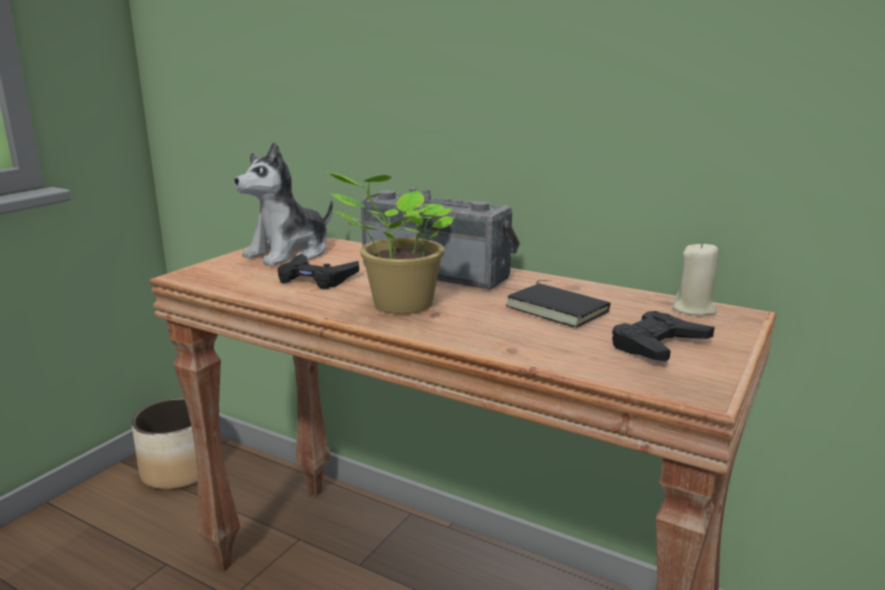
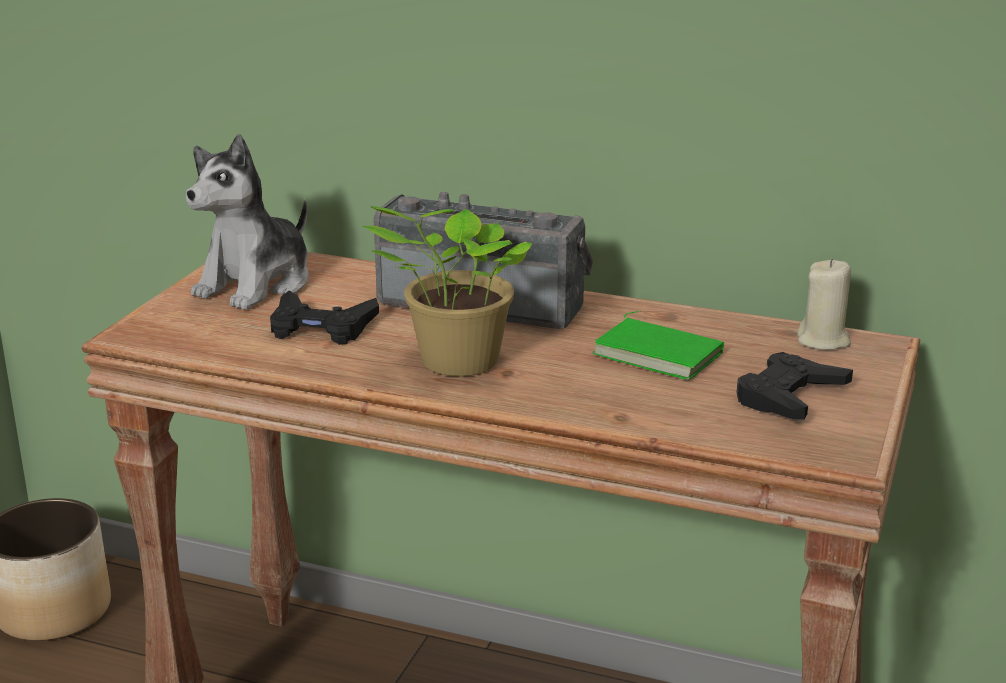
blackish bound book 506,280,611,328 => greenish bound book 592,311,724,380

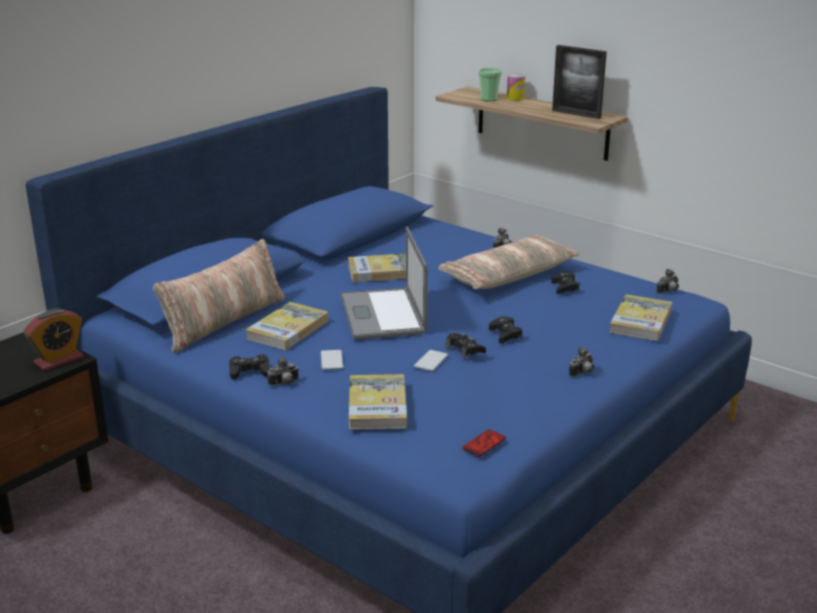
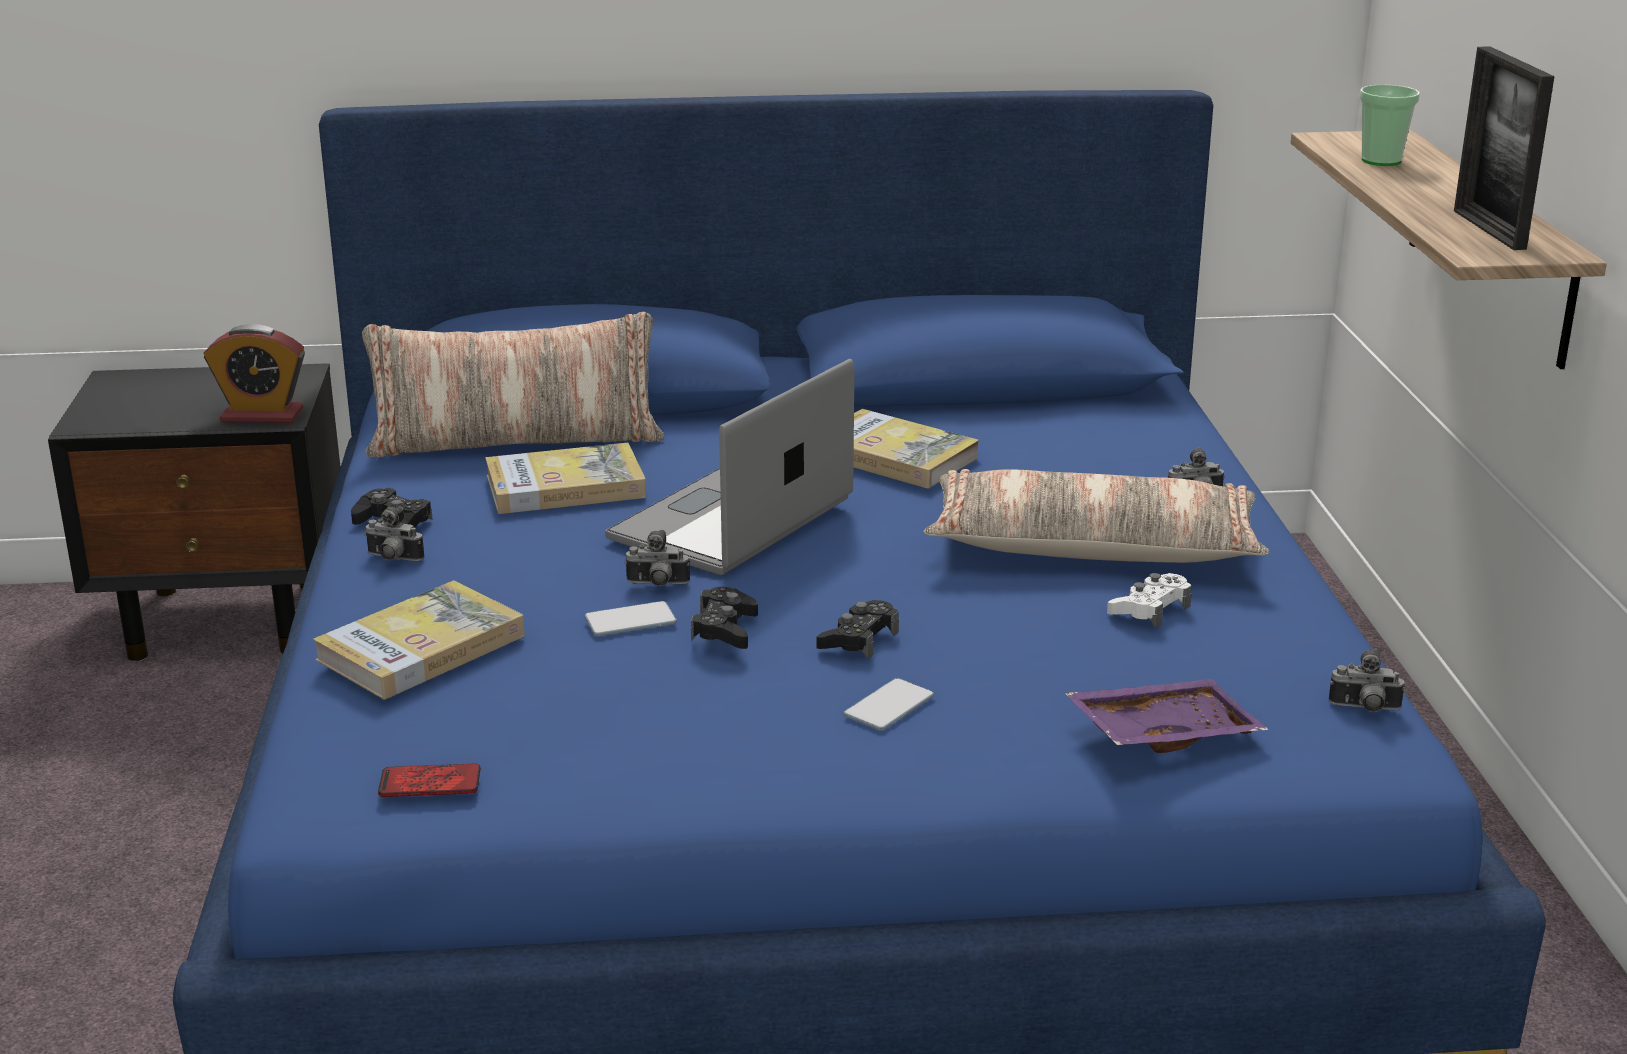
photo camera 569,347,594,377 => photo camera 624,530,690,586, relocated
handset 320,350,344,370 => handset 844,678,934,731, relocated
bound book 609,294,672,341 => purple carrying tray 1065,679,1268,753
blackish joypad 551,272,579,294 => white-coloured joypad 1107,573,1192,628
can 507,74,525,101 => nothing

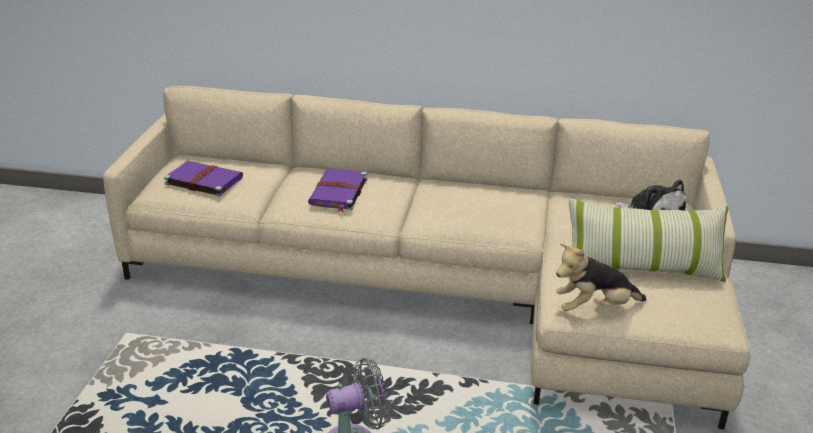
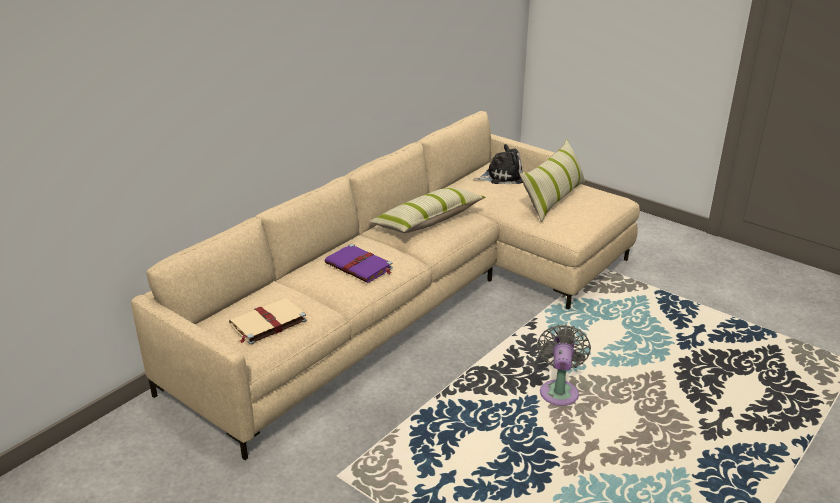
purple bound book 164,161,243,197 => beige-coloured bound book 229,297,307,345
nothing => pillow 369,187,485,233
soft toy 556,243,647,311 => nothing

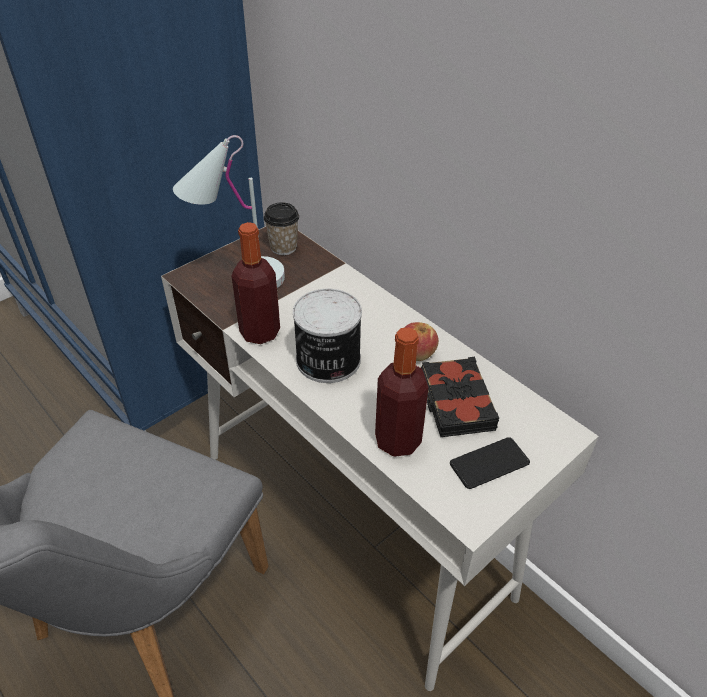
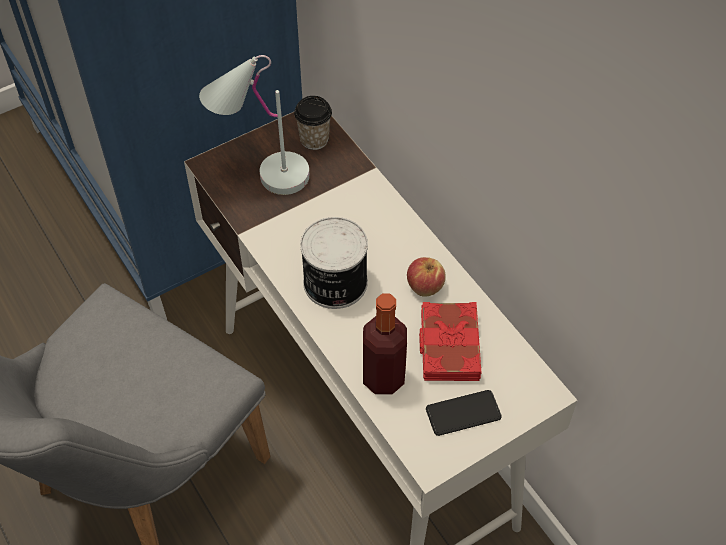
blackish bound book 421,356,499,437 => red-coloured bound book 419,302,481,381
bottle 231,222,280,344 => nothing

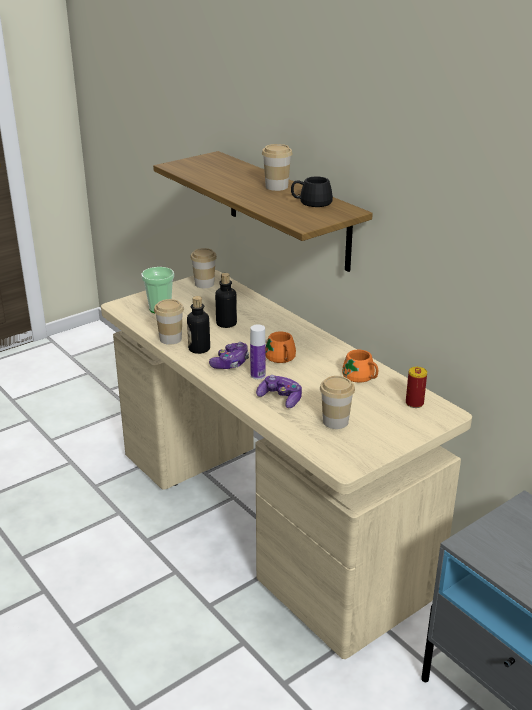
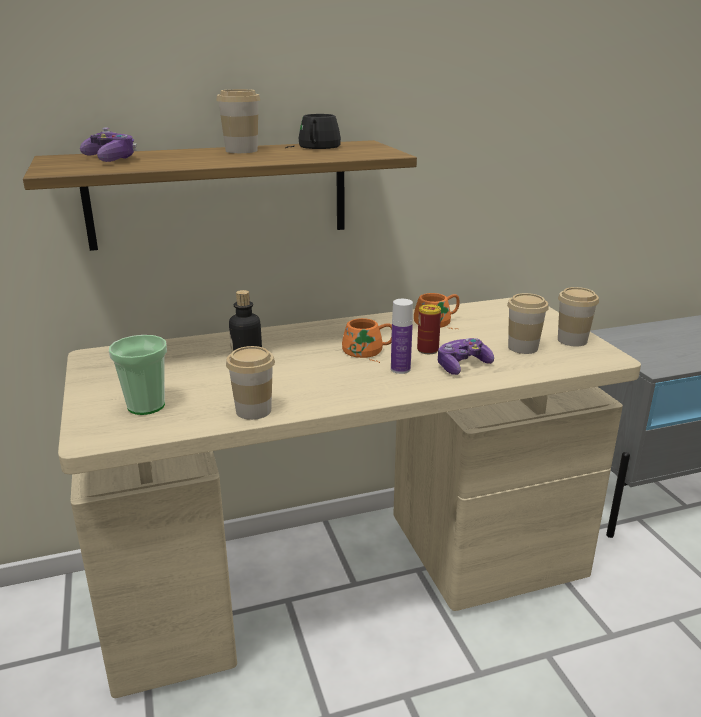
joypad 209,342,249,369 => joypad 80,127,137,162, relocated
can 406,367,427,408 => can 417,304,441,354, relocated
drinking cup 190,248,217,288 => drinking cup 558,287,599,346, relocated
bottle 187,296,210,354 => nothing

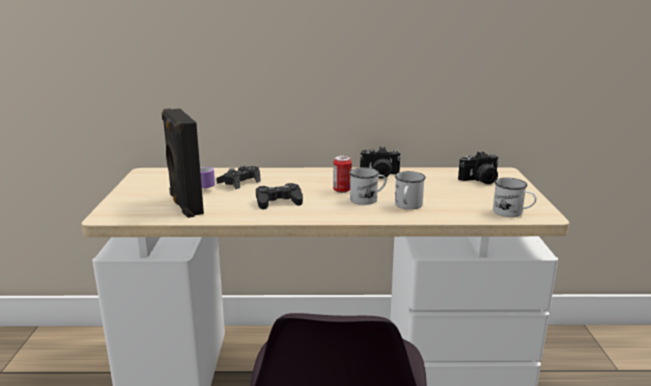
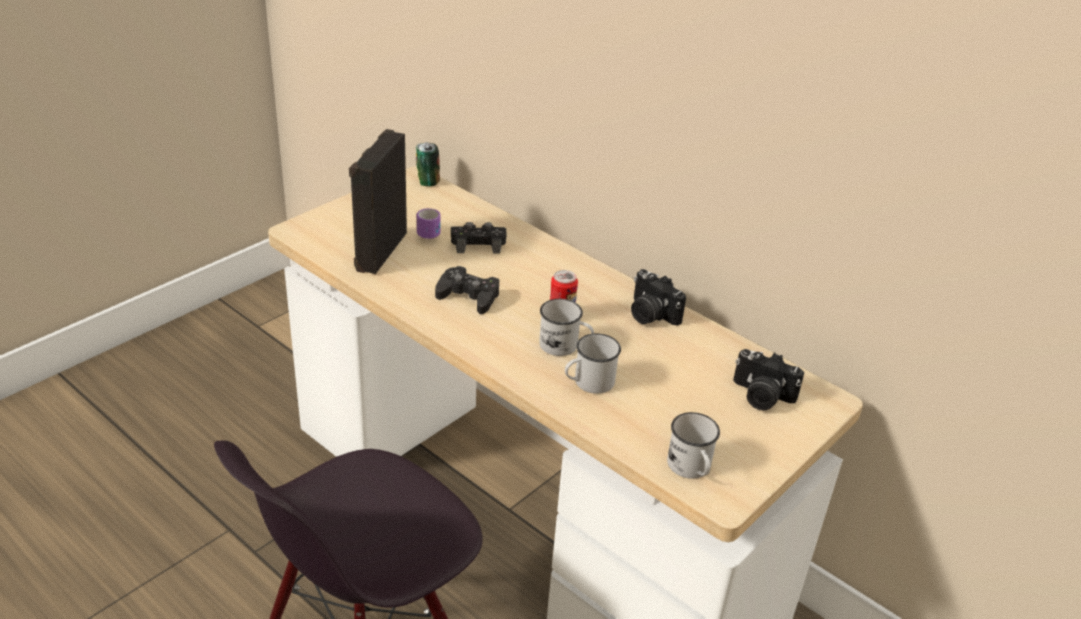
nothing => can 416,142,440,186

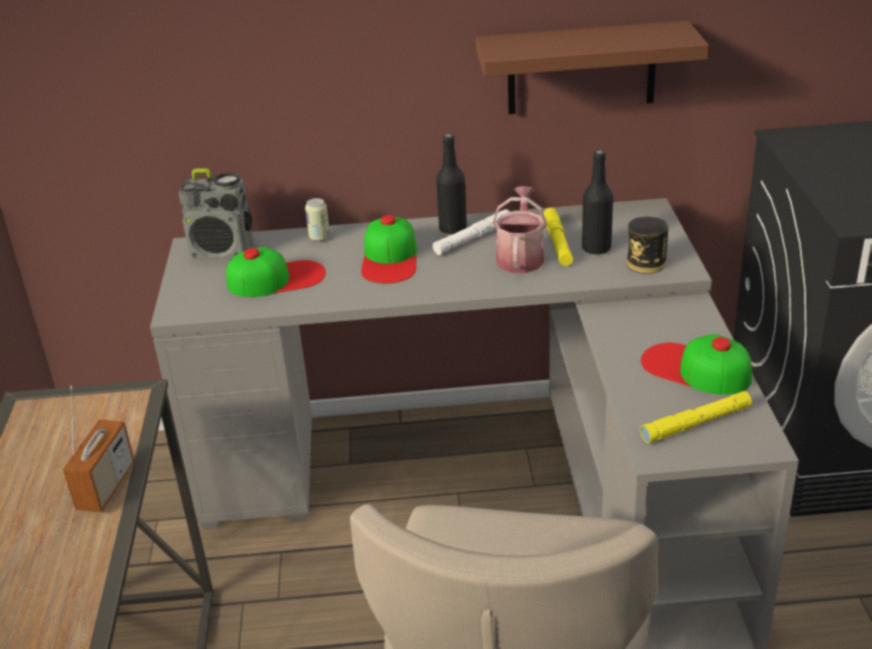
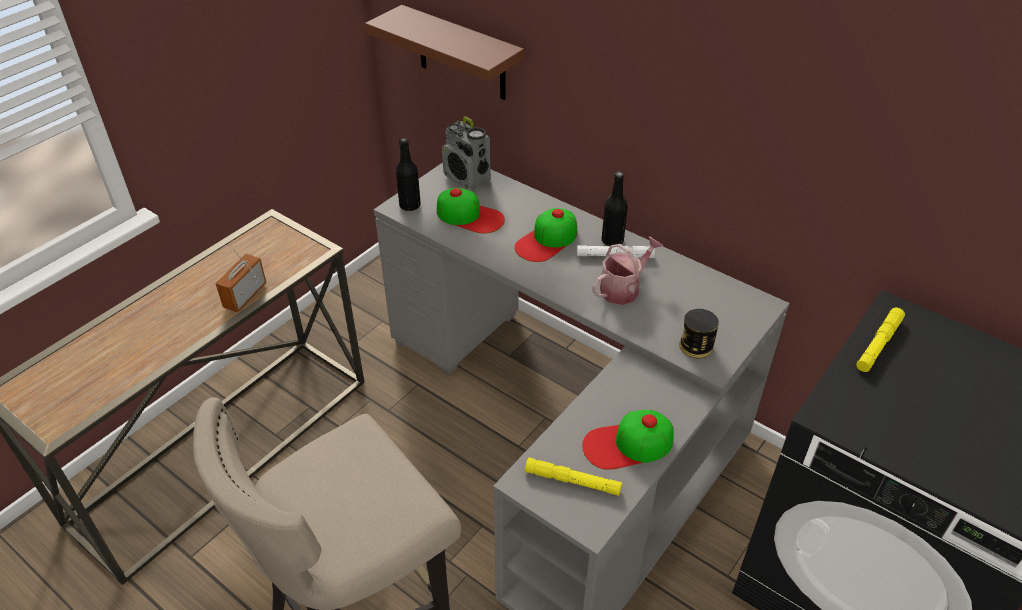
radio set 63,386,135,512 => radio set 215,249,266,312, 150 degrees clockwise
brown-coloured shelf 476,20,709,114 => brown-coloured shelf 365,5,524,100, relocated
blackish bottle 582,150,613,254 => blackish bottle 396,138,421,211, relocated
peaked cap 641,334,752,395 => peaked cap 582,410,674,470, 90 degrees counterclockwise
yellow torch 543,208,573,266 => yellow torch 856,307,905,372, relocated
can 305,198,330,242 => nothing

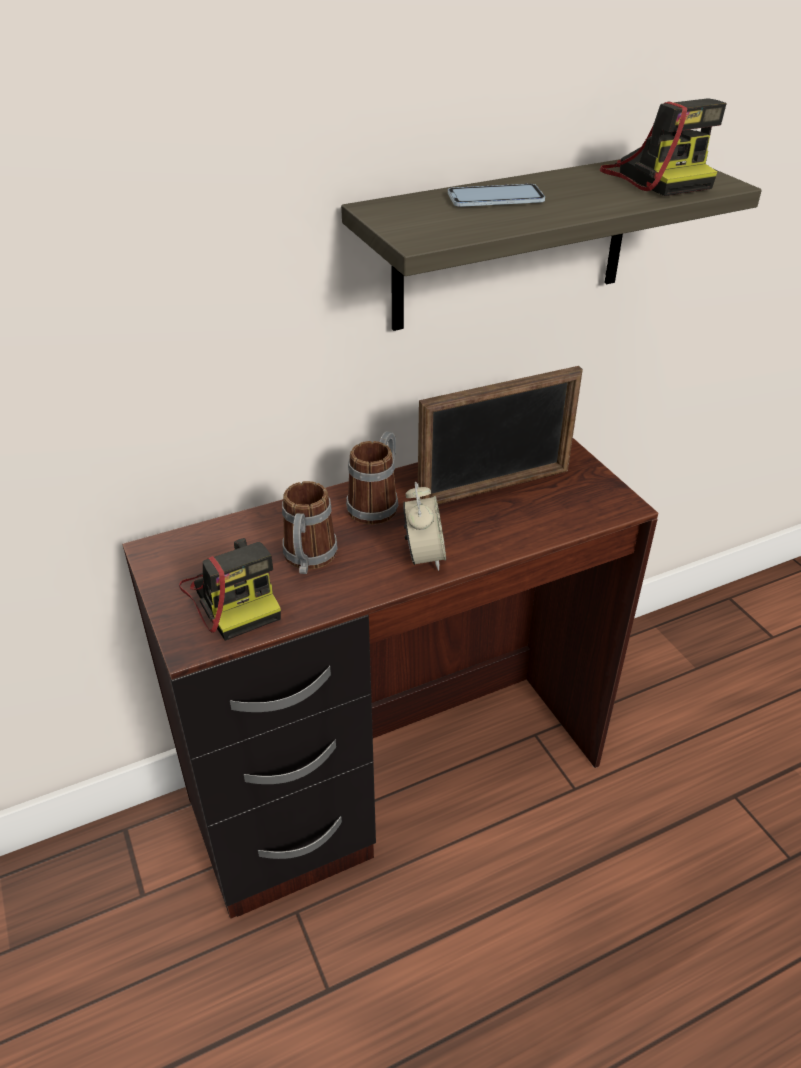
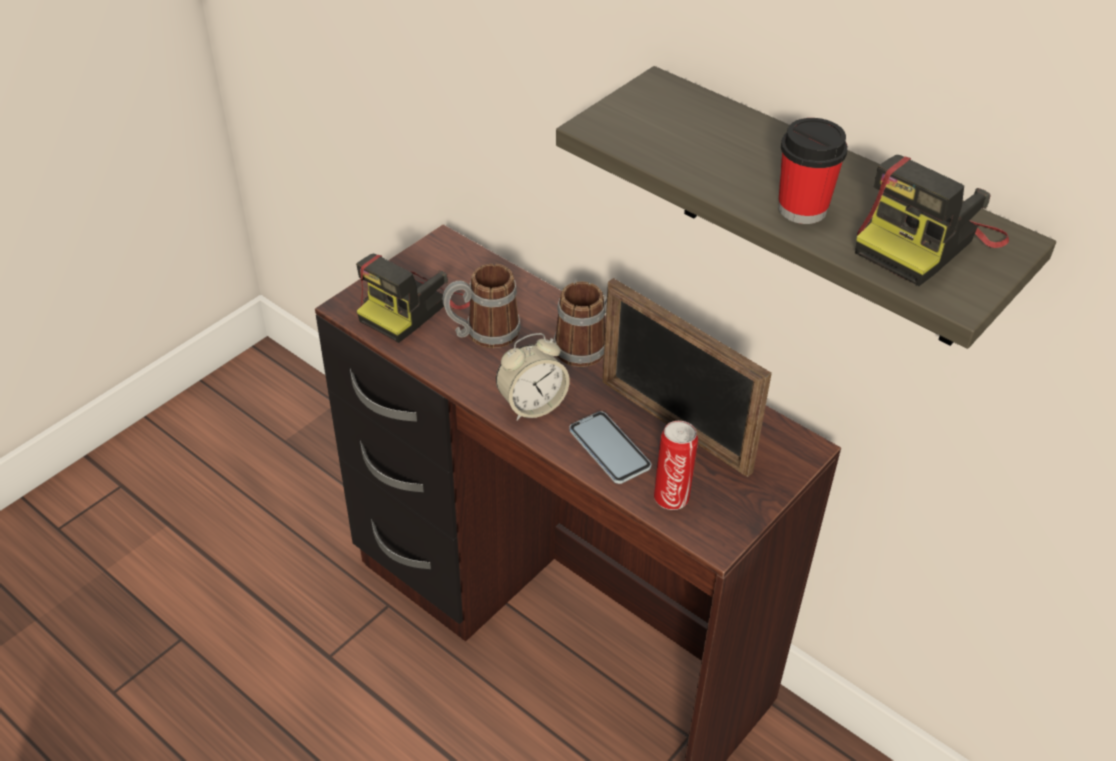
handset 448,184,545,207 => handset 569,411,651,484, relocated
nothing => can 654,421,698,510
nothing => drinking cup 778,118,848,224

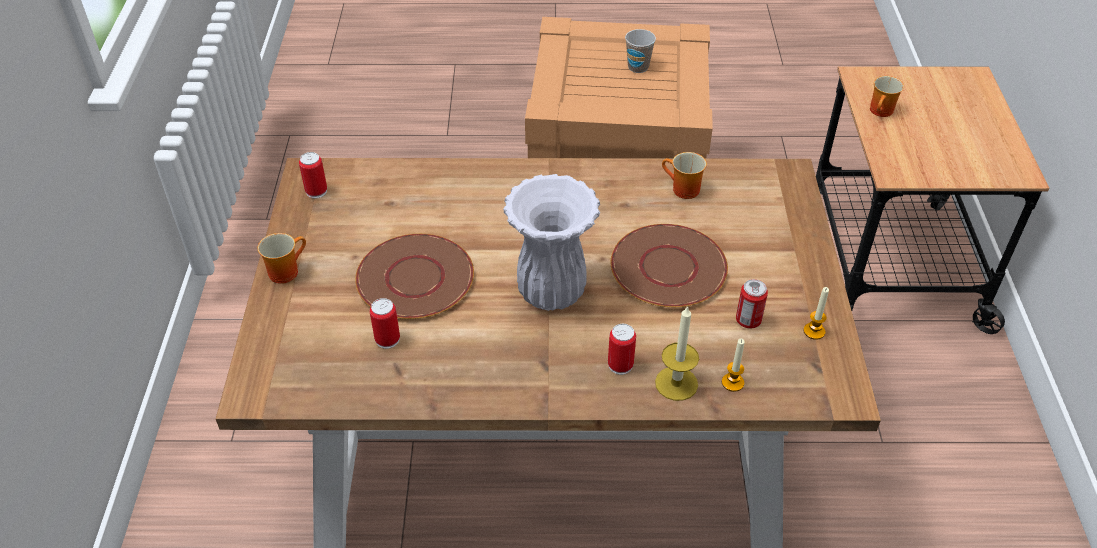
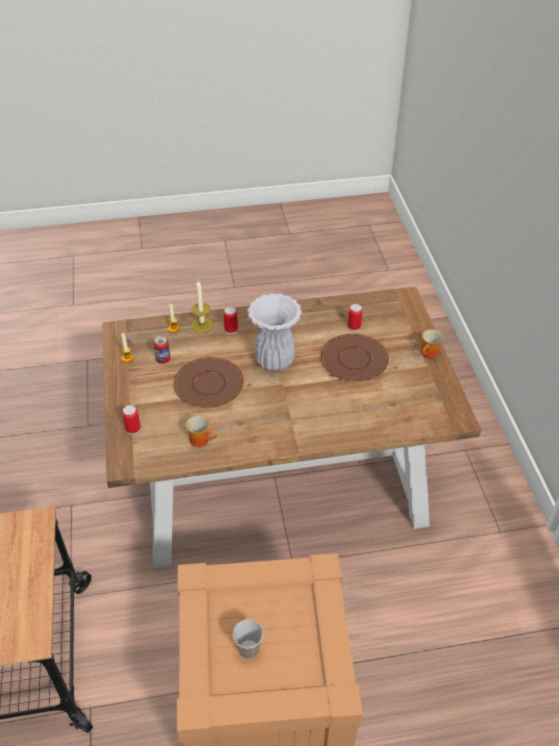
can 299,152,327,198 => can 122,405,141,435, relocated
coffee mug 870,76,904,117 => nothing

